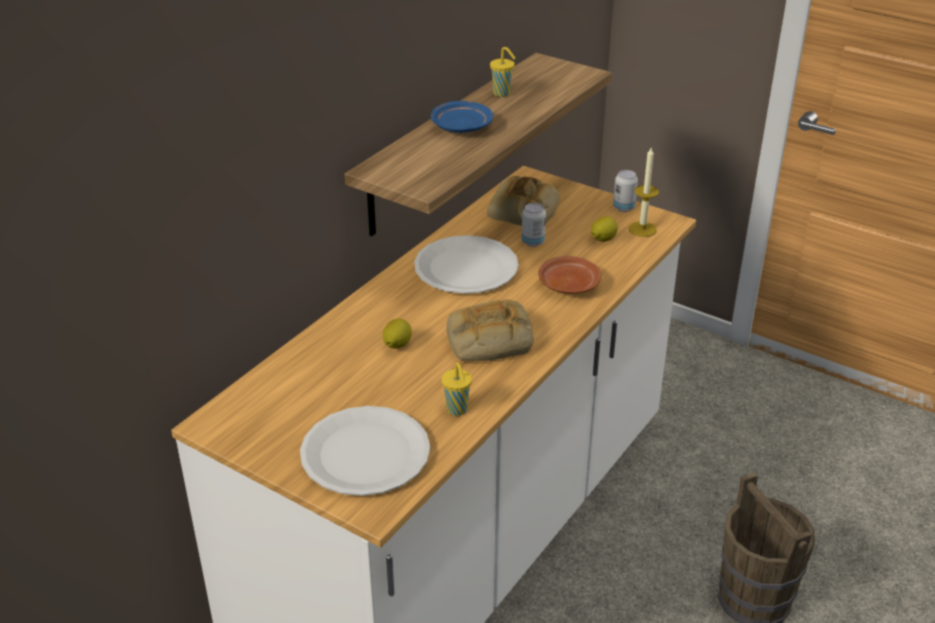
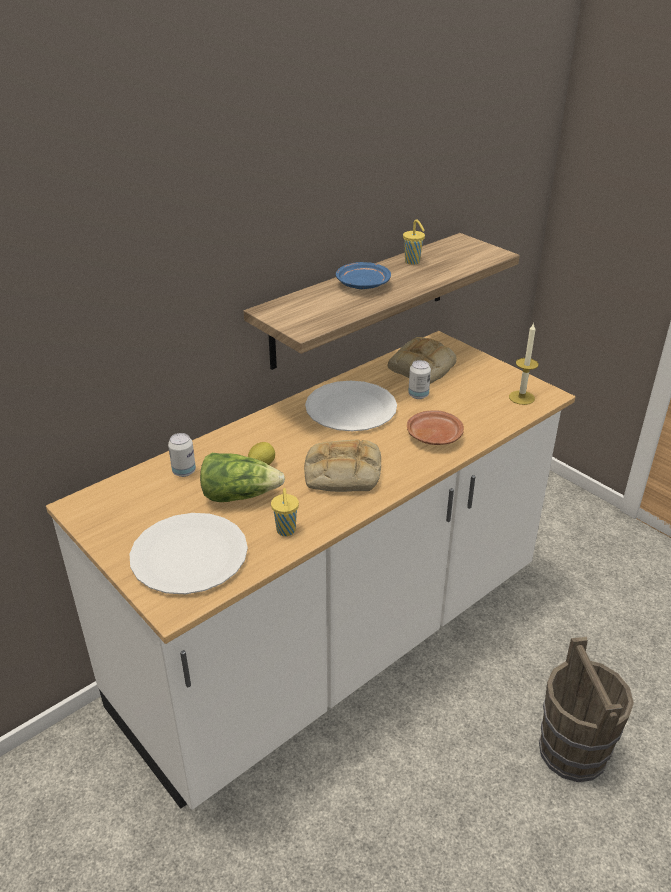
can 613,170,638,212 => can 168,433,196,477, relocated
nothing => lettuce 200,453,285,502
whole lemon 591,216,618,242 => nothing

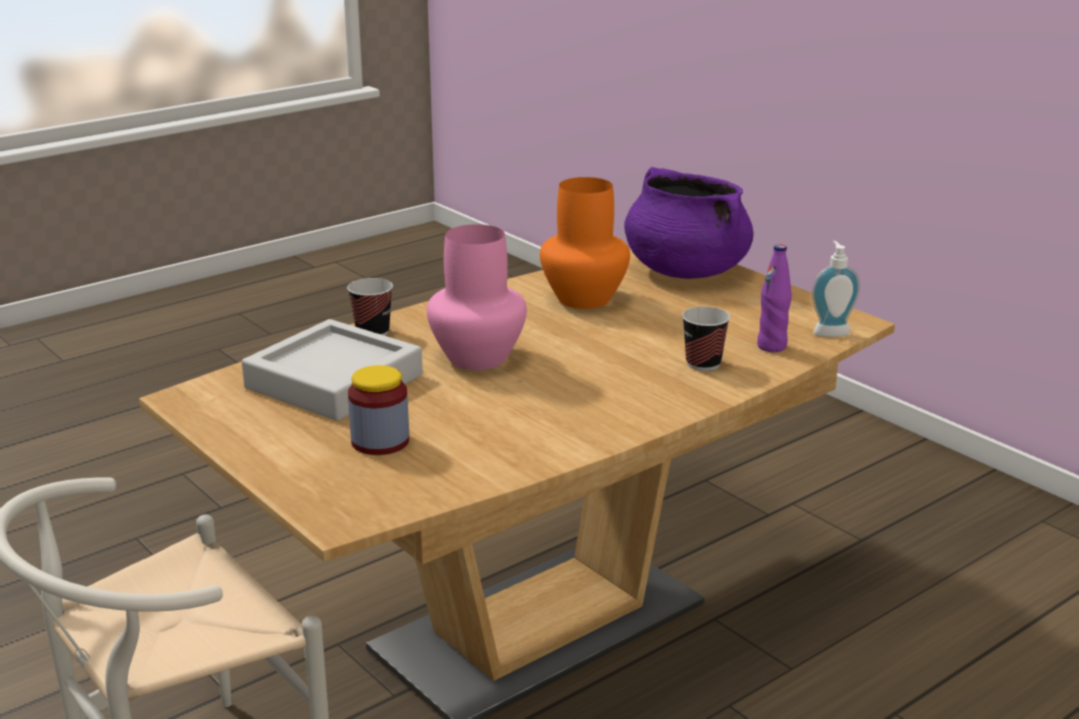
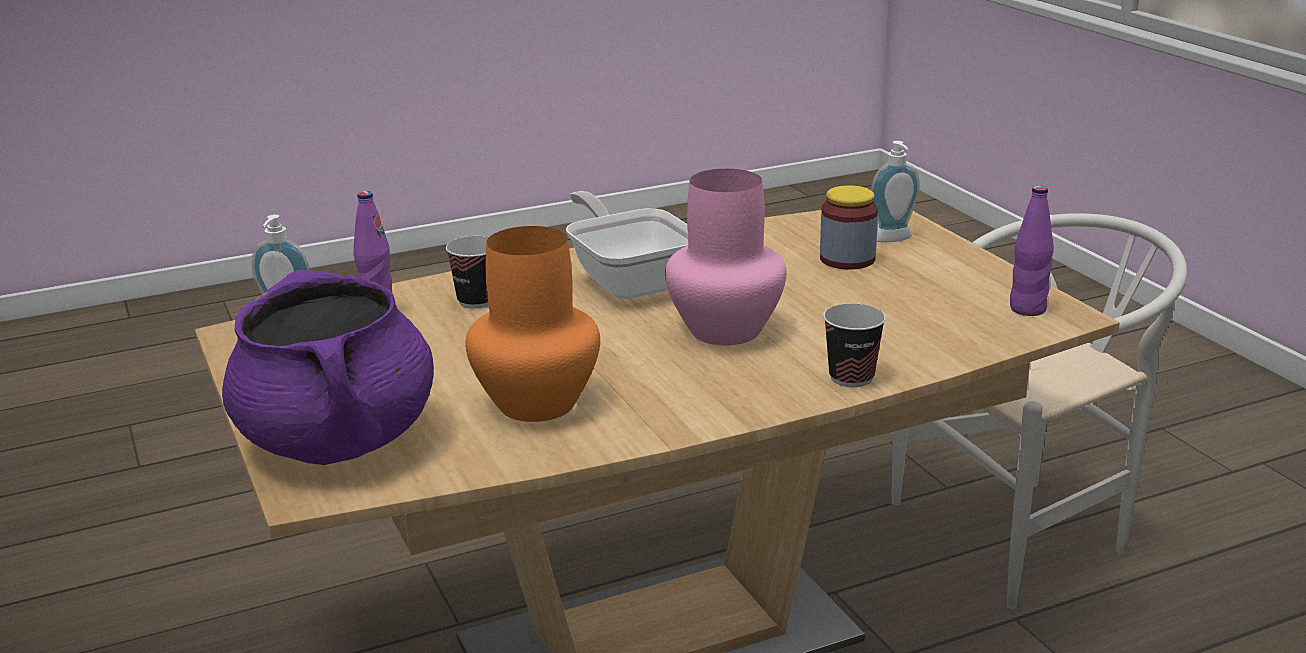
nothing => skillet 566,191,688,299
nothing => soap bottle 871,141,920,242
nothing => purple bottle 1010,186,1054,316
greyish carrying tray 242,319,423,421 => nothing

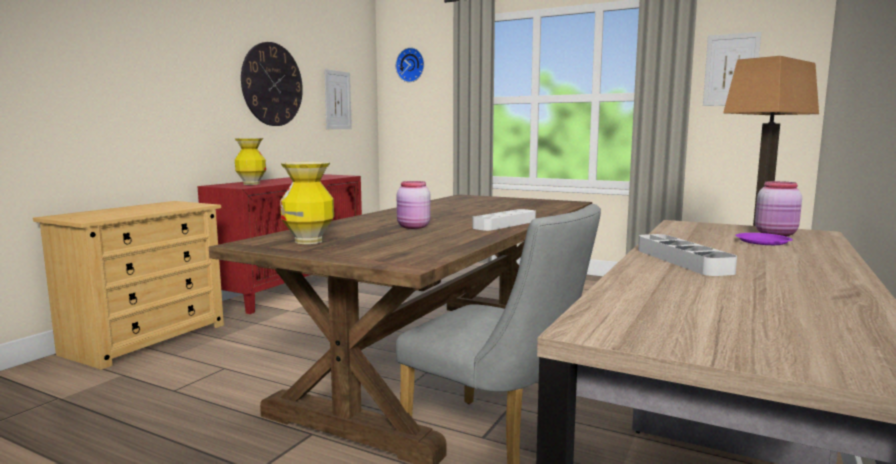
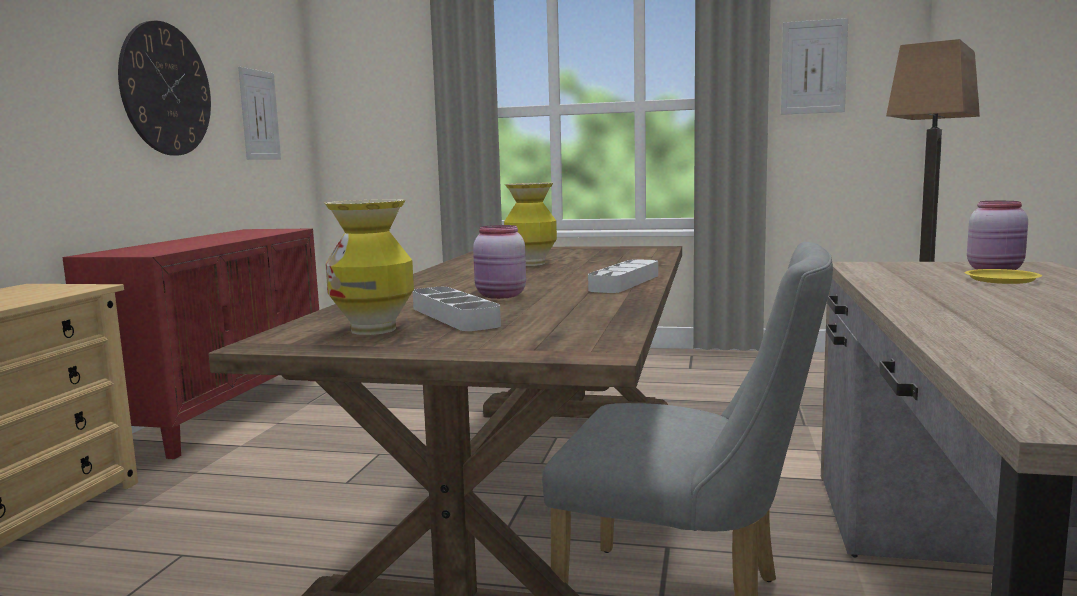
greyish carrying tray 638,234,737,276 => greyish carrying tray 413,287,501,331, relocated
decorative vase 235,138,266,185 => decorative vase 504,183,557,266, relocated
purple plate 735,233,793,245 => yellow plate 965,269,1042,284
wall clock 396,48,424,82 => nothing

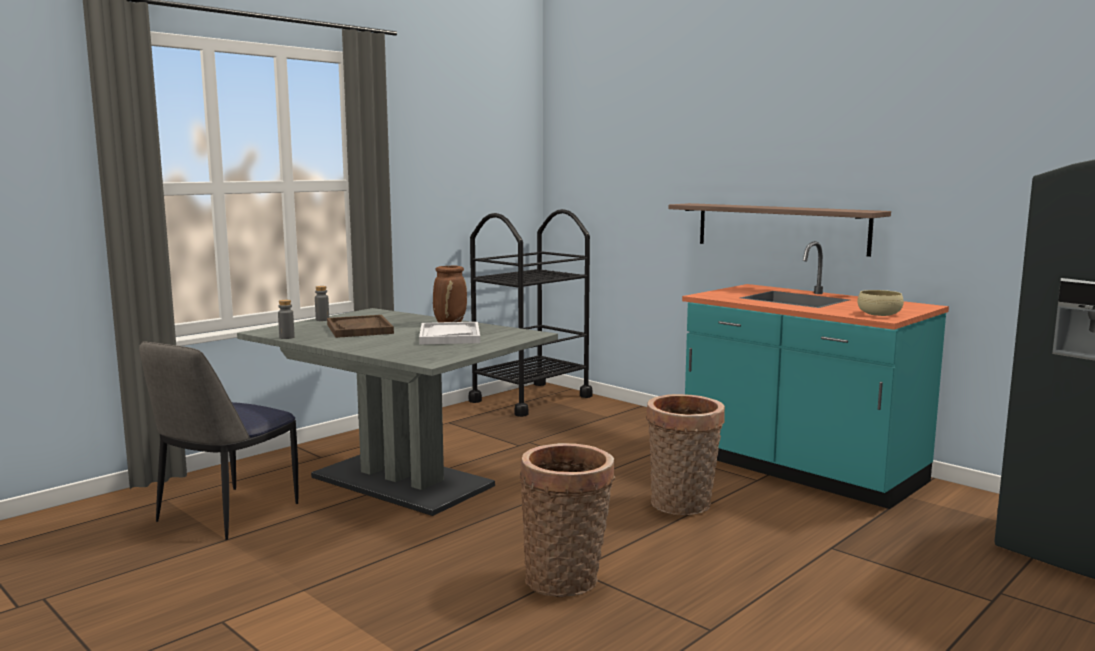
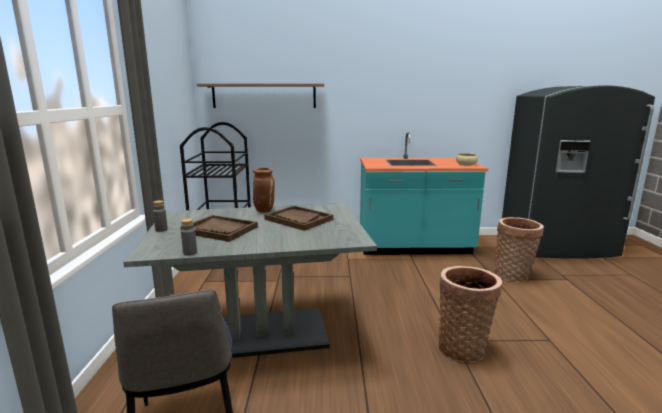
shelf 669,203,891,257 => shelf 197,84,324,108, relocated
white-coloured carrying tray 419,322,480,345 => brown-coloured carrying tray 264,206,333,231
basket 646,394,725,515 => basket 494,217,544,282, relocated

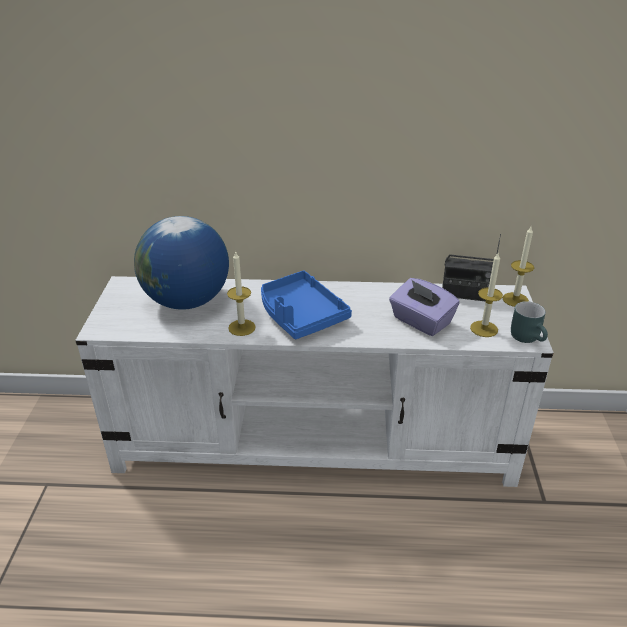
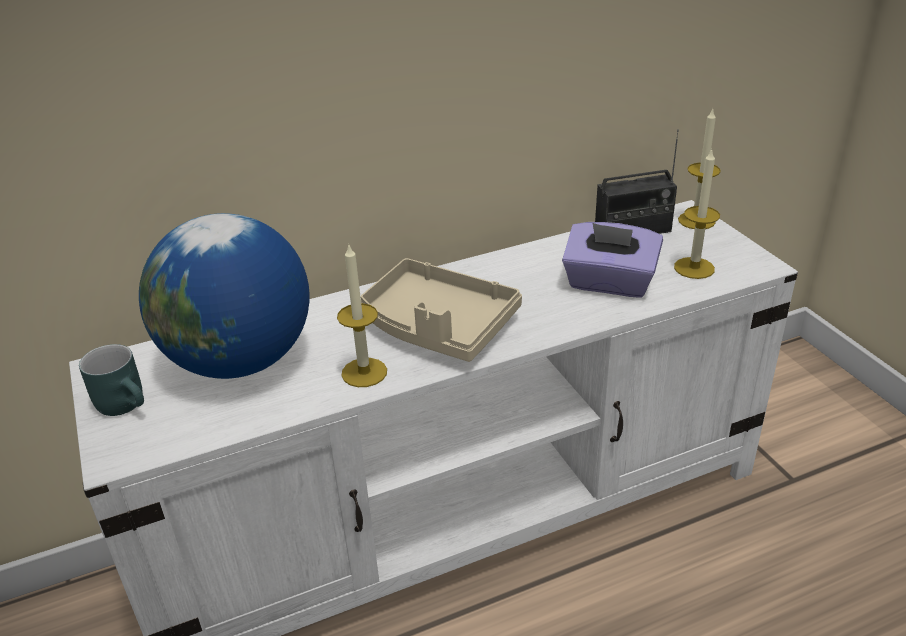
blue-green coffee mug 511,301,548,343 => blue-green coffee mug 79,344,144,416, relocated
bluish carrying tray 261,271,352,339 => beige-coloured carrying tray 361,258,522,362

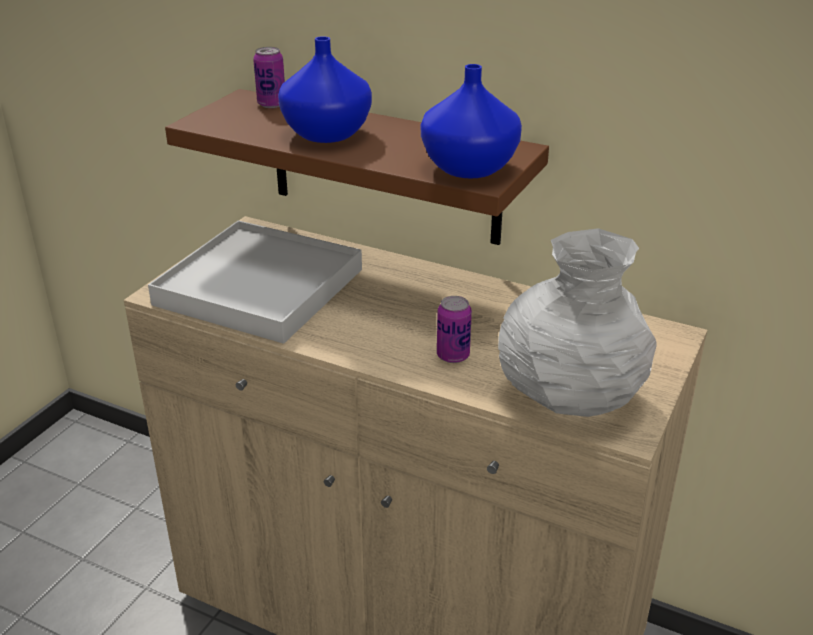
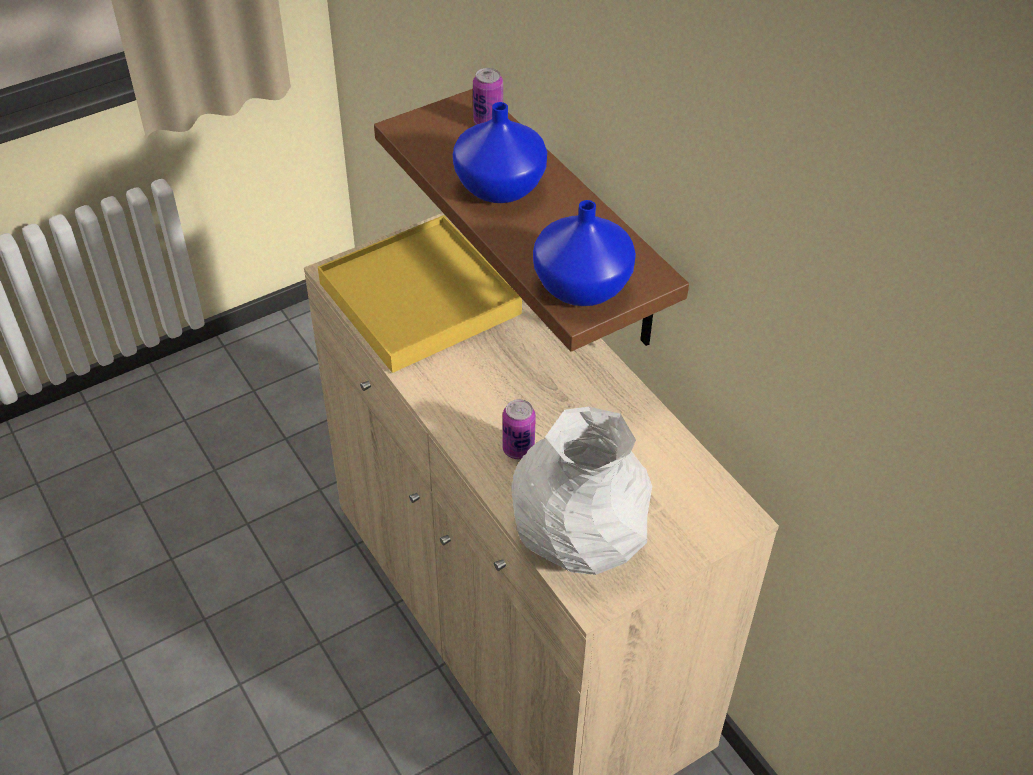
white-coloured carrying tray 148,220,362,344 => yellow carrying tray 318,215,522,373

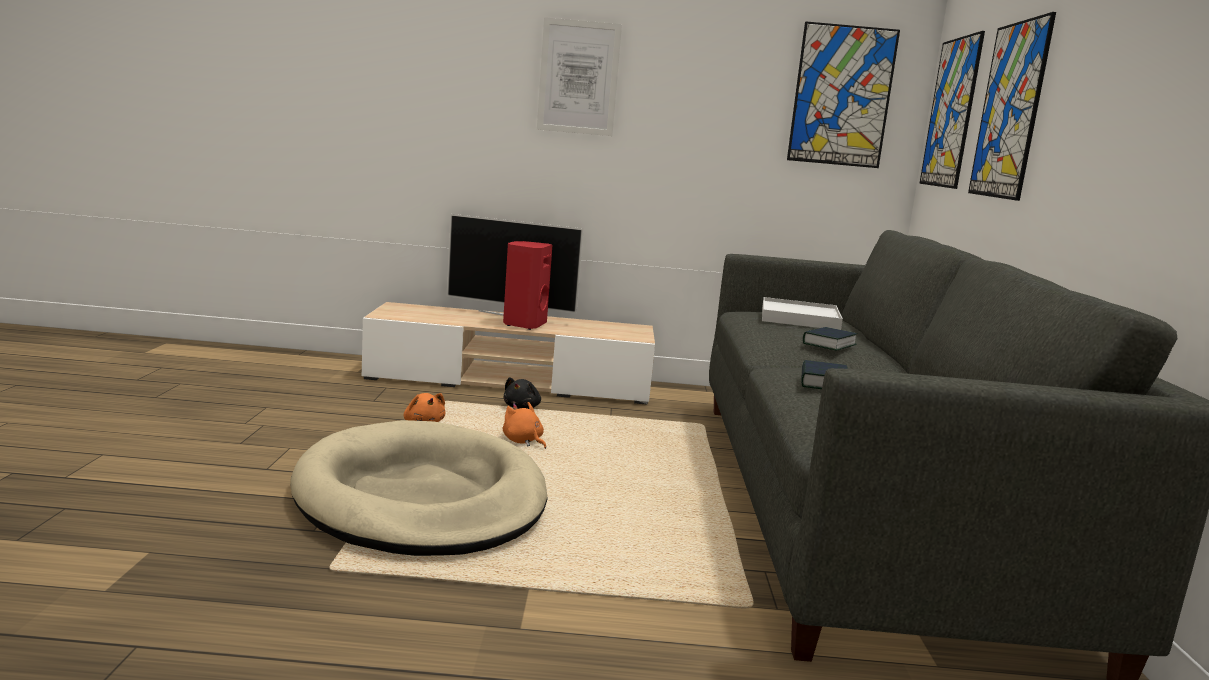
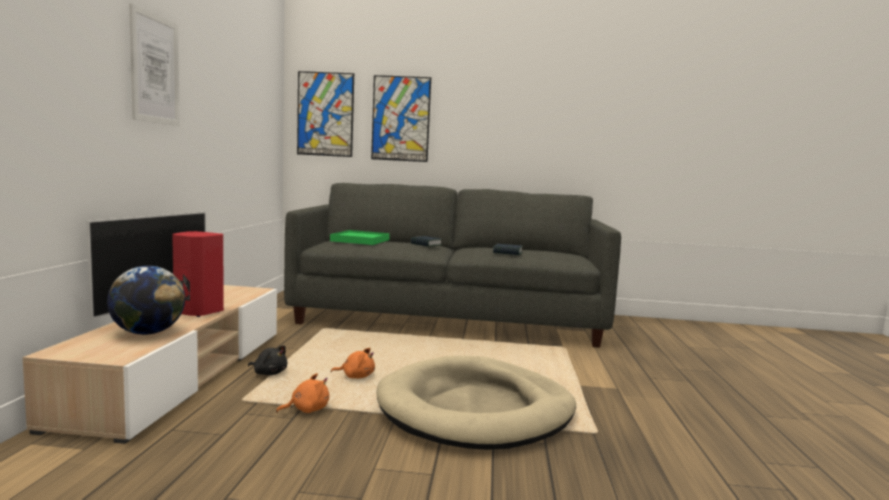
nothing => desk globe 107,266,185,335
white-coloured carrying tray 762,297,843,330 => greenish carrying tray 330,230,390,245
orange soft toy 503,402,546,449 => orange soft toy 331,348,375,378, 135 degrees counterclockwise
wall art 787,21,900,168 => nothing

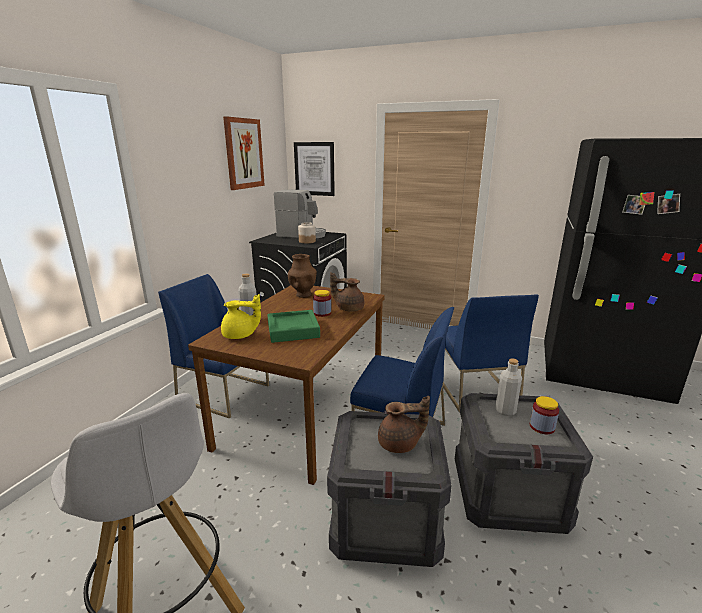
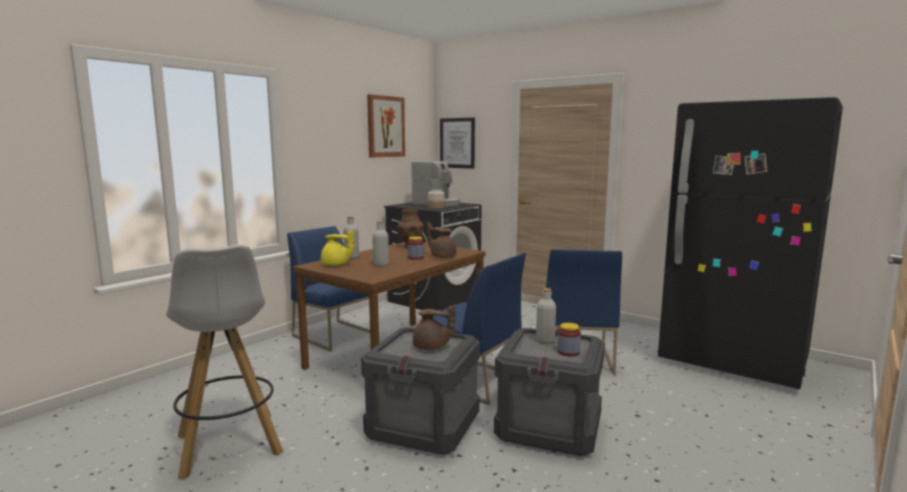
greenish carrying tray 267,310,320,343 => greyish bottle 372,221,389,266

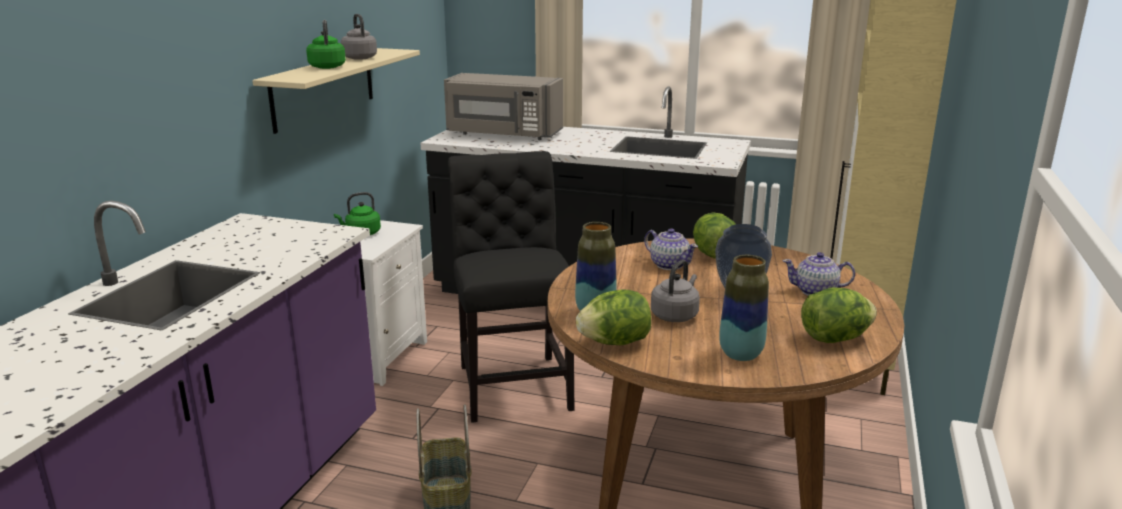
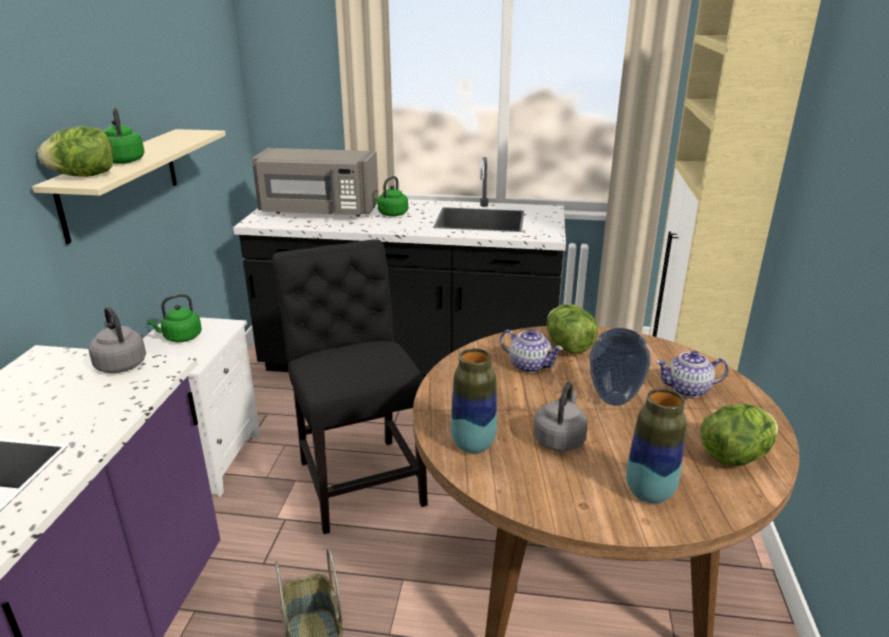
lettuce 576,289,651,345 => lettuce 37,126,113,177, relocated
greyish kettle 341,14,377,60 => greyish kettle 88,307,146,373, relocated
nothing => greenish kettle 375,176,408,217

